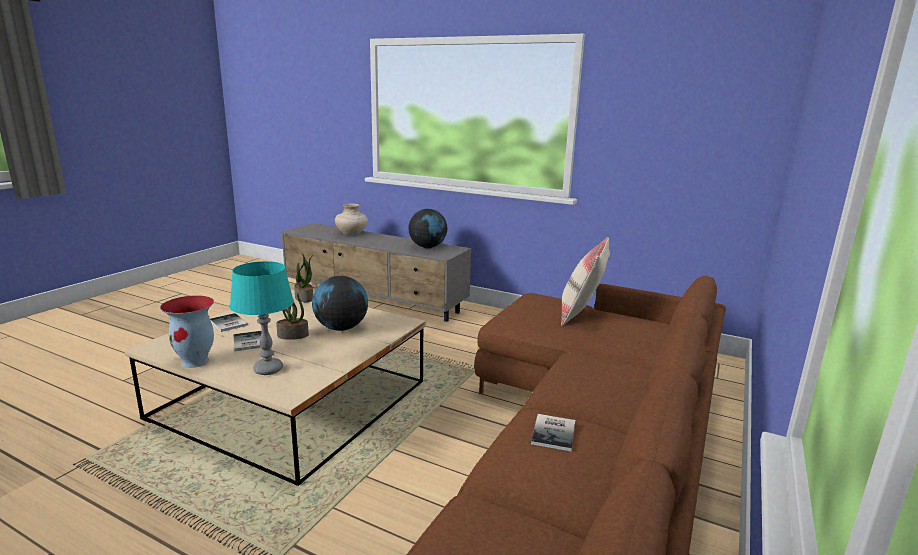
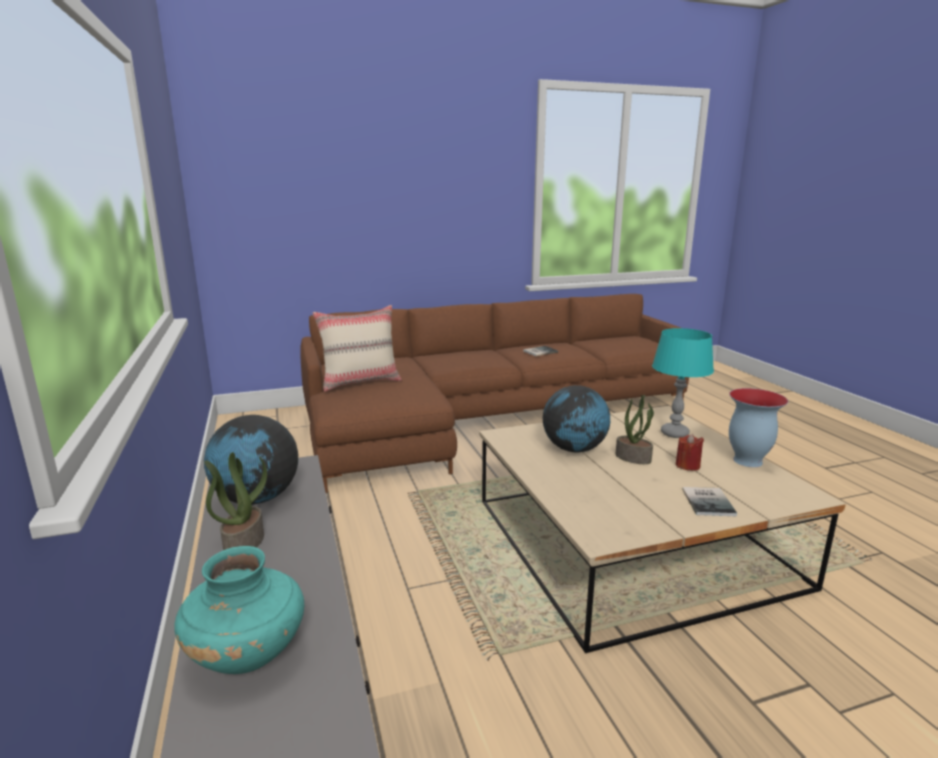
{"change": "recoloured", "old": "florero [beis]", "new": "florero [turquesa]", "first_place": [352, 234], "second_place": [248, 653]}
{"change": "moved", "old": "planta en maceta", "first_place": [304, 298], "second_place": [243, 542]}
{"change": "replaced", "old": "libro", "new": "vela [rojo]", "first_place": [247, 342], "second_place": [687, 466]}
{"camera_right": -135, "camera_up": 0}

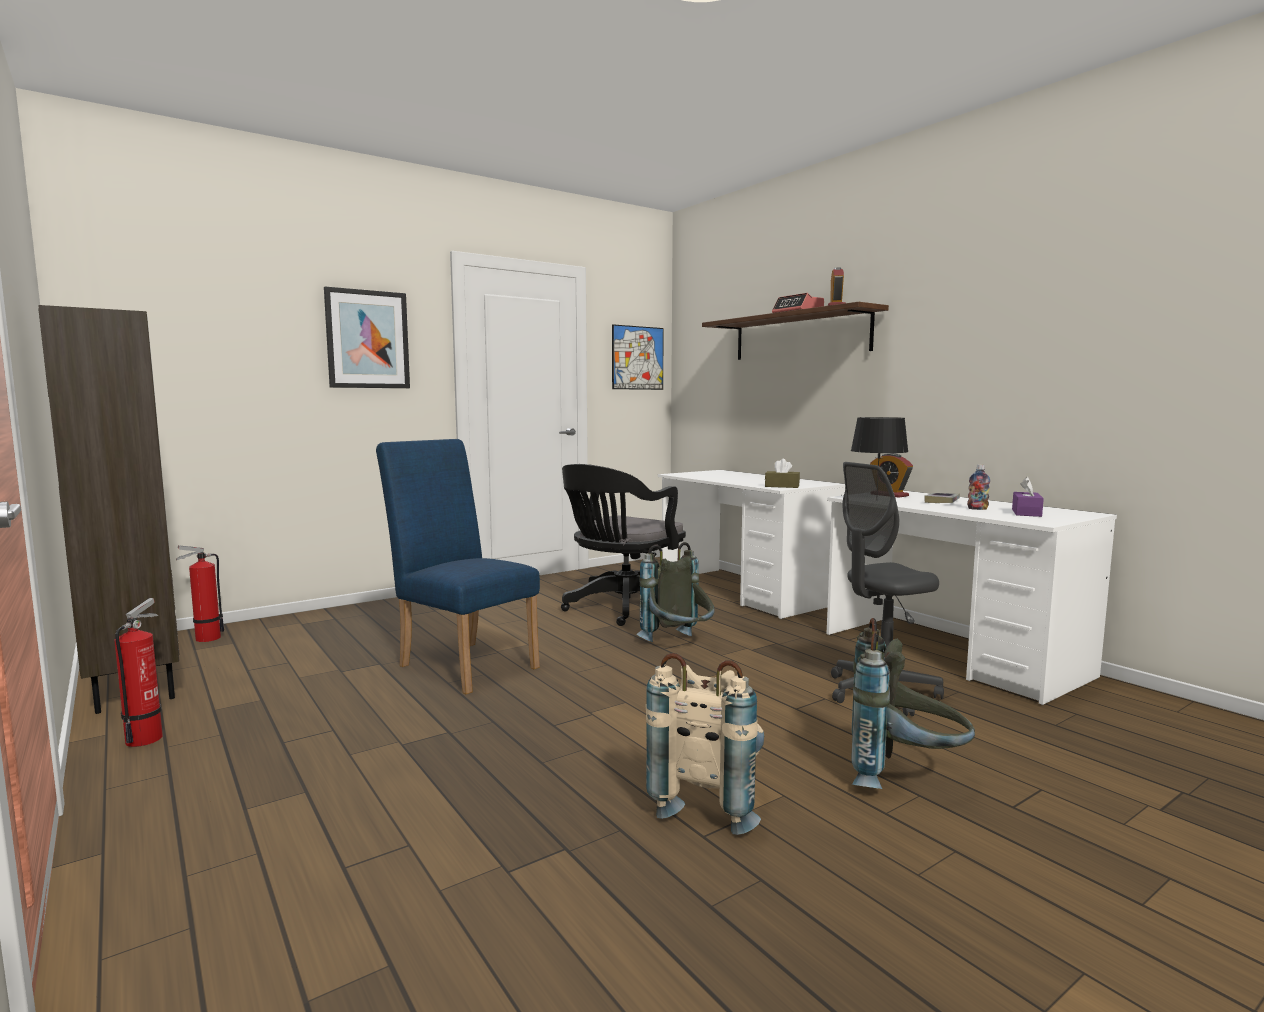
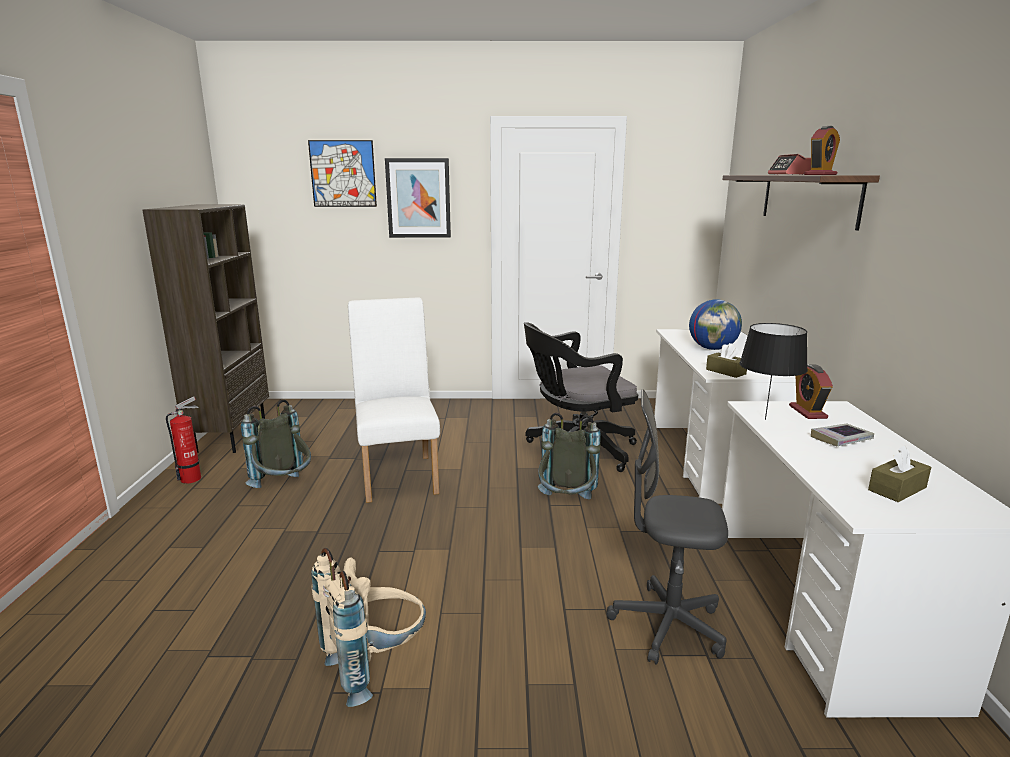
{"change": "moved", "old": "mochila [gris]", "first_place": [903, 777], "second_place": [284, 488]}
{"change": "moved", "old": "cuadro", "first_place": [637, 358], "second_place": [343, 174]}
{"change": "recoloured", "old": "silla [azul]", "new": "silla [blanco]", "first_place": [463, 663], "second_place": [399, 474]}
{"change": "added", "new": "globo terráqueo", "second_place": [712, 348]}
{"change": "recoloured", "old": "caja de pañuelos [morado]", "new": "caja de pañuelos [marrón]", "first_place": [1026, 513], "second_place": [897, 489]}
{"change": "removed", "old": "extintor", "first_place": [204, 639]}
{"change": "removed", "old": "botella", "first_place": [977, 509]}
{"camera_right": 35, "camera_up": 10}

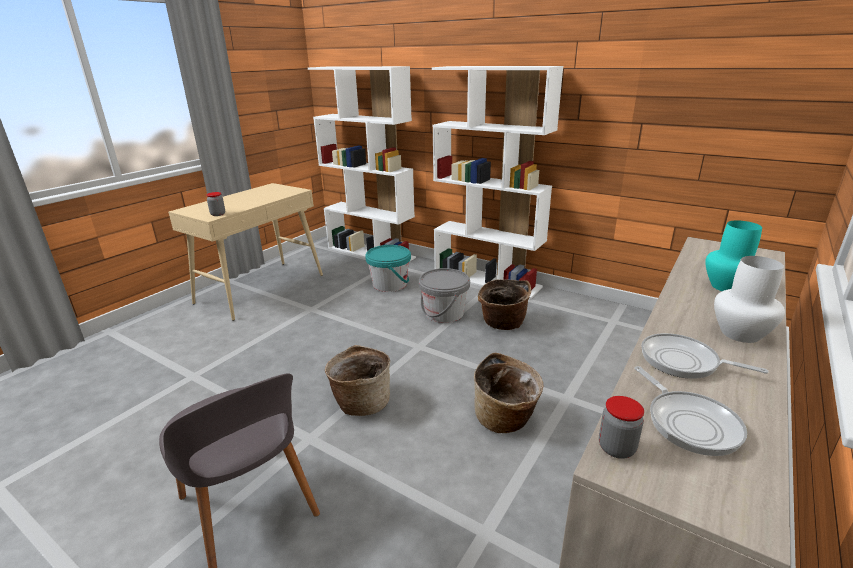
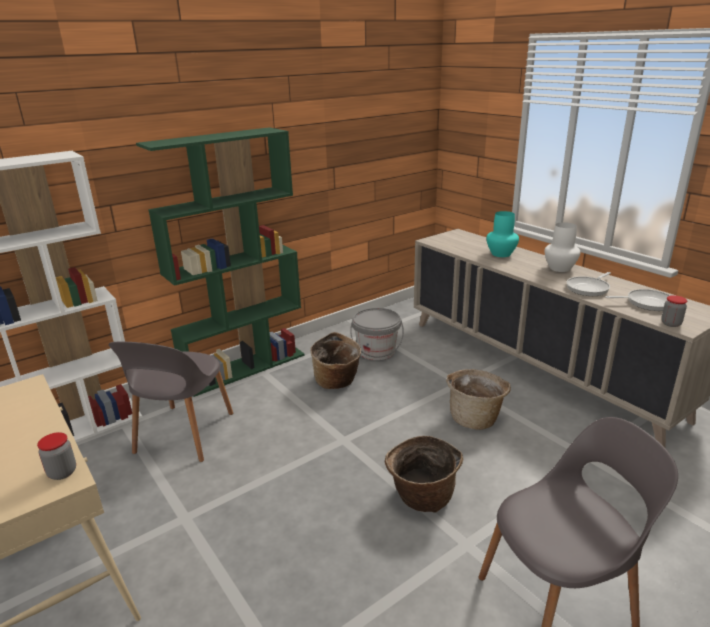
{"change": "replaced", "old": "cubo [turquesa]", "new": "silla [gris]", "first_place": [390, 284], "second_place": [183, 434]}
{"change": "recoloured", "old": "estantería [blanco]", "new": "estantería [verde]", "first_place": [487, 280], "second_place": [244, 367]}
{"change": "moved", "old": "cubo [gris]", "first_place": [444, 313], "second_place": [376, 351]}
{"camera_right": -70, "camera_up": 0}

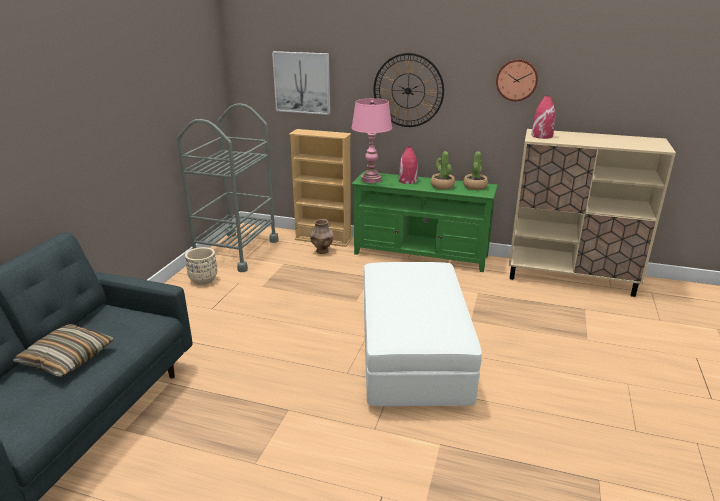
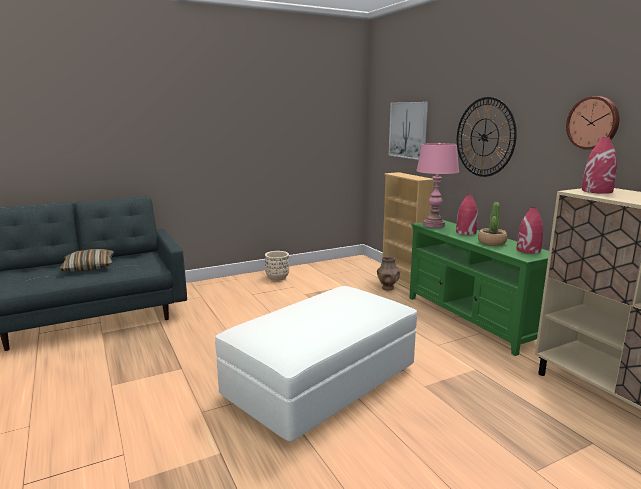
{"change": "replaced", "old": "planta en maceta", "new": "florero [rojo]", "first_place": [475, 187], "second_place": [528, 250]}
{"change": "removed", "old": "carrito [gris]", "first_place": [236, 251]}
{"camera_right": 45, "camera_up": -10}

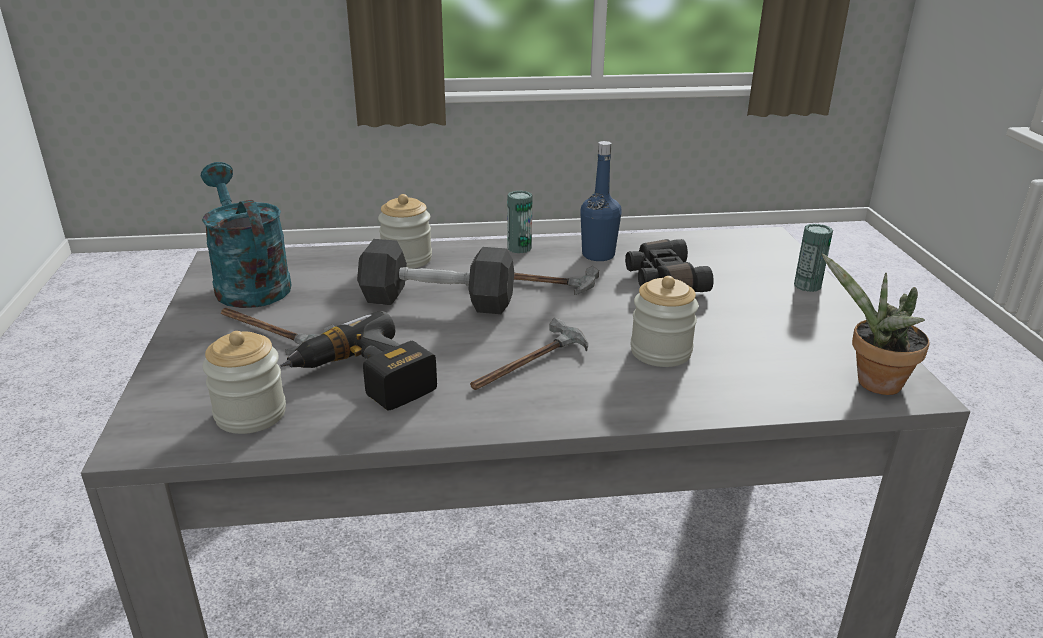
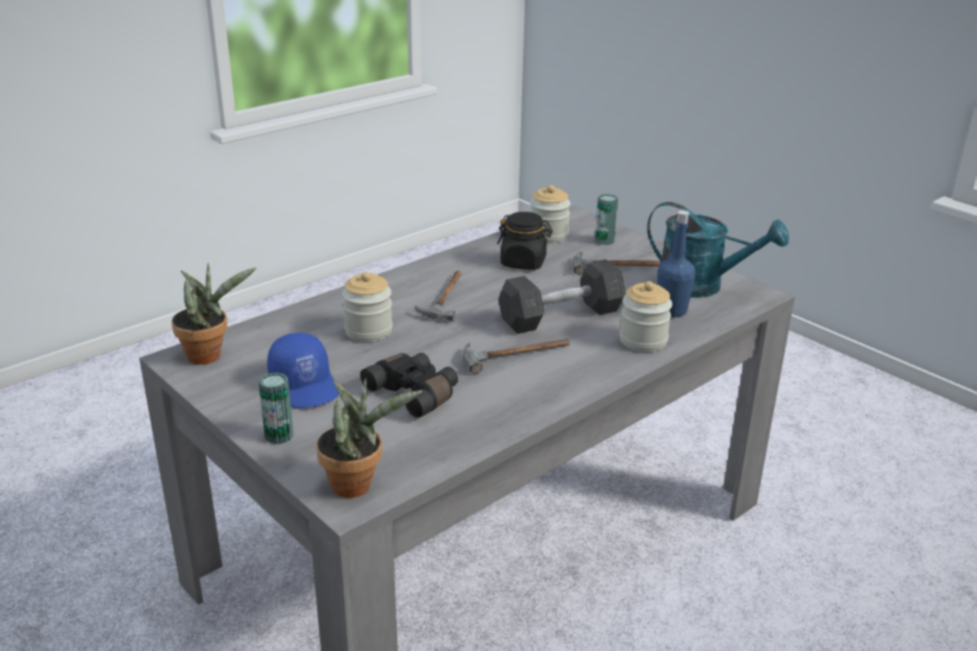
{"change": "added", "new": "gorra [azul]", "second_place": [305, 386]}
{"change": "added", "new": "planta en maceta", "second_place": [358, 484]}
{"change": "replaced", "old": "taladro", "new": "tarro [negro]", "first_place": [363, 380], "second_place": [523, 262]}
{"change": "moved", "old": "lata", "first_place": [519, 248], "second_place": [604, 241]}
{"change": "moved", "old": "botella [azul]", "first_place": [598, 255], "second_place": [671, 311]}
{"camera_right": 145, "camera_up": 0}

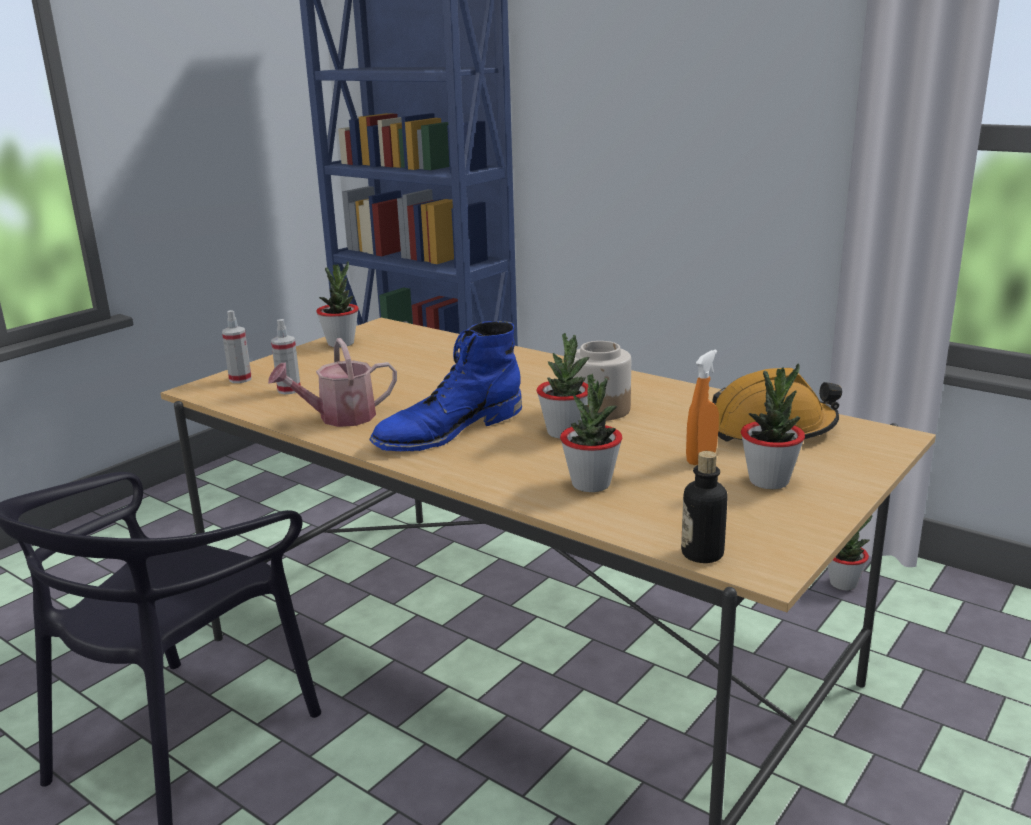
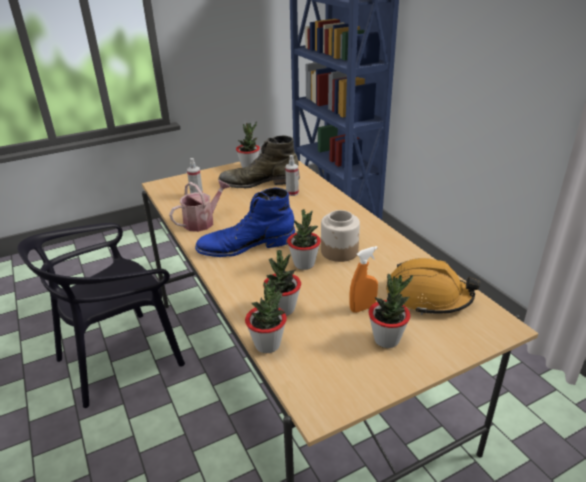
{"change": "turned", "old": "regadera", "first_place": [339, 418], "second_place": [202, 222], "degrees": 135}
{"change": "added", "new": "bota [verde]", "second_place": [259, 182]}
{"change": "moved", "old": "planta en maceta", "first_place": [843, 583], "second_place": [267, 344]}
{"change": "moved", "old": "pulverizador", "first_place": [240, 379], "second_place": [292, 193]}
{"change": "removed", "old": "botella", "first_place": [702, 554]}
{"camera_right": 25, "camera_up": 10}

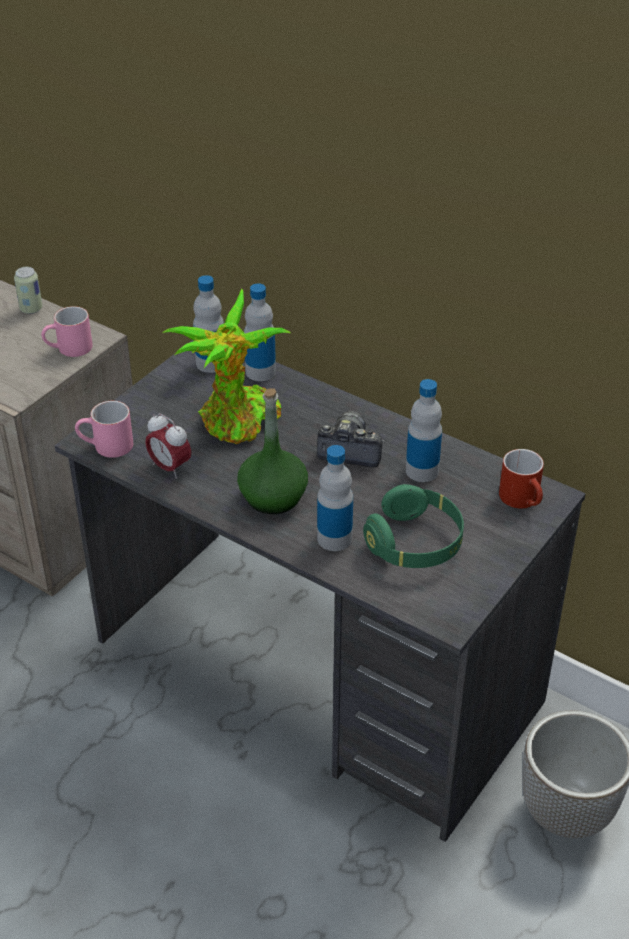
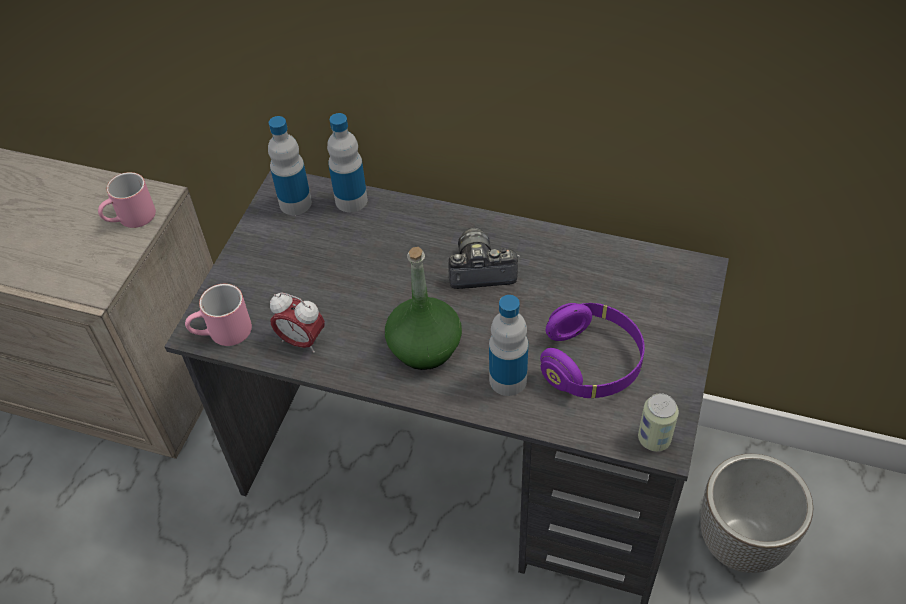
{"change": "recoloured", "old": "auriculares [verde]", "new": "auriculares [morado]", "first_place": [415, 544], "second_place": [591, 363]}
{"change": "moved", "old": "lata", "first_place": [31, 309], "second_place": [654, 439]}
{"change": "removed", "old": "planta en maceta", "first_place": [237, 423]}
{"change": "removed", "old": "botella", "first_place": [422, 471]}
{"change": "removed", "old": "taza grande [rojo]", "first_place": [524, 500]}
{"camera_right": -15, "camera_up": 10}

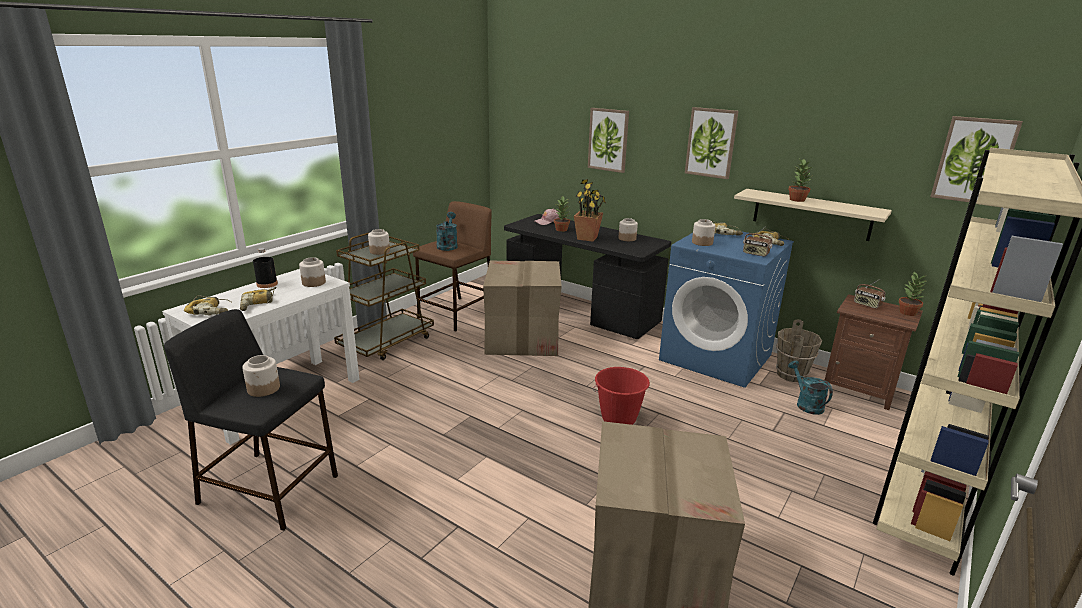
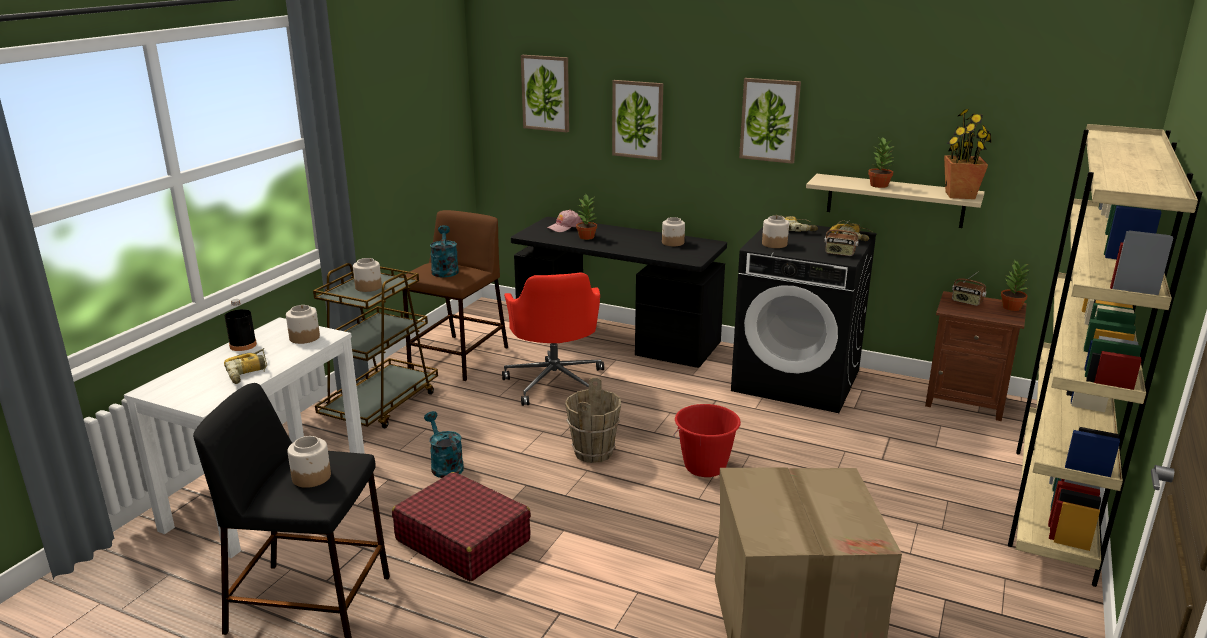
{"change": "added", "new": "maleta [rojo]", "second_place": [463, 540]}
{"change": "moved", "old": "regadera [turquesa]", "first_place": [806, 404], "second_place": [444, 465]}
{"change": "replaced", "old": "caja de cartón", "new": "silla de oficina [rojo]", "first_place": [522, 339], "second_place": [555, 382]}
{"change": "moved", "old": "cuadro", "first_place": [974, 160], "second_place": [546, 93]}
{"change": "moved", "old": "cubo [marrón]", "first_place": [792, 375], "second_place": [594, 452]}
{"change": "recoloured", "old": "lavadora [azul]", "new": "lavadora [negro]", "first_place": [716, 357], "second_place": [797, 380]}
{"change": "moved", "old": "planta en maceta", "first_place": [587, 238], "second_place": [959, 195]}
{"change": "removed", "old": "taladro", "first_place": [211, 310]}
{"camera_right": -10, "camera_up": 0}

